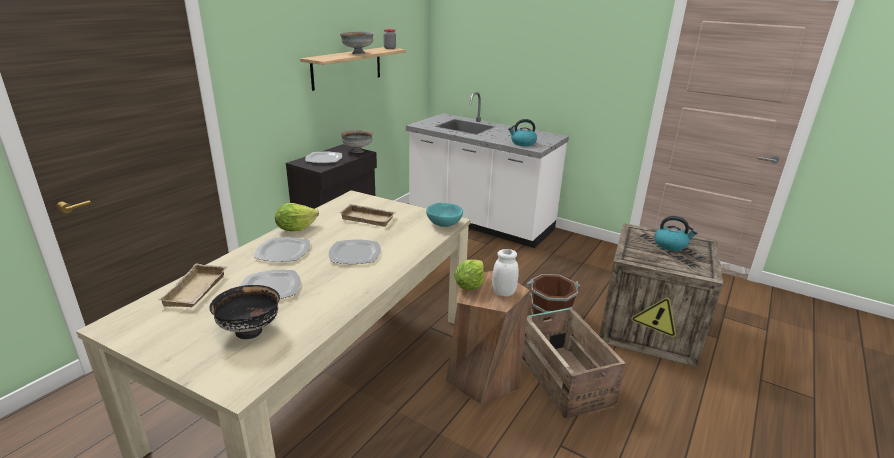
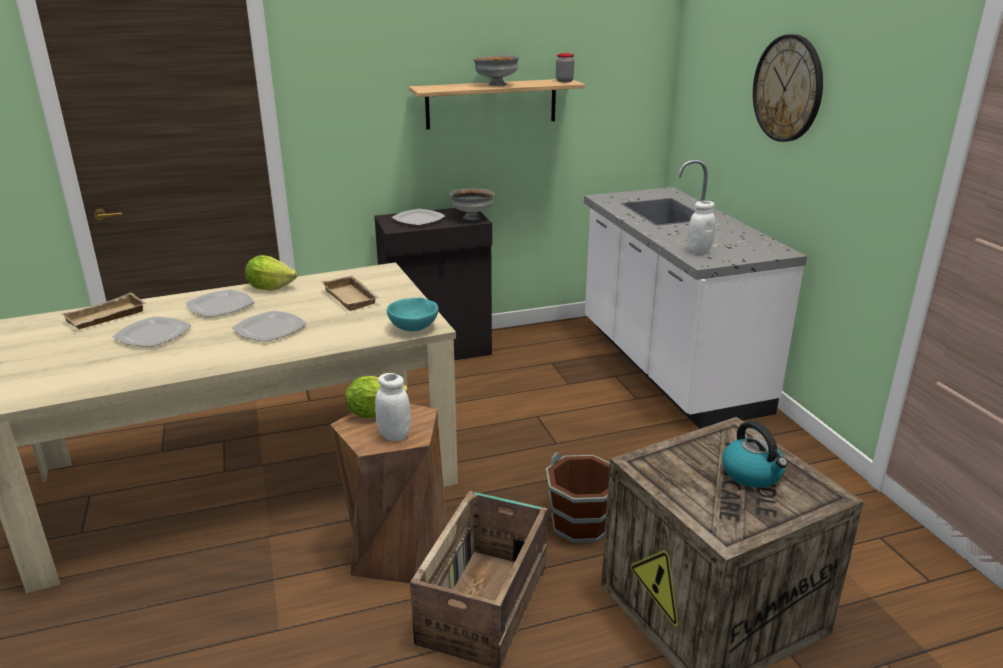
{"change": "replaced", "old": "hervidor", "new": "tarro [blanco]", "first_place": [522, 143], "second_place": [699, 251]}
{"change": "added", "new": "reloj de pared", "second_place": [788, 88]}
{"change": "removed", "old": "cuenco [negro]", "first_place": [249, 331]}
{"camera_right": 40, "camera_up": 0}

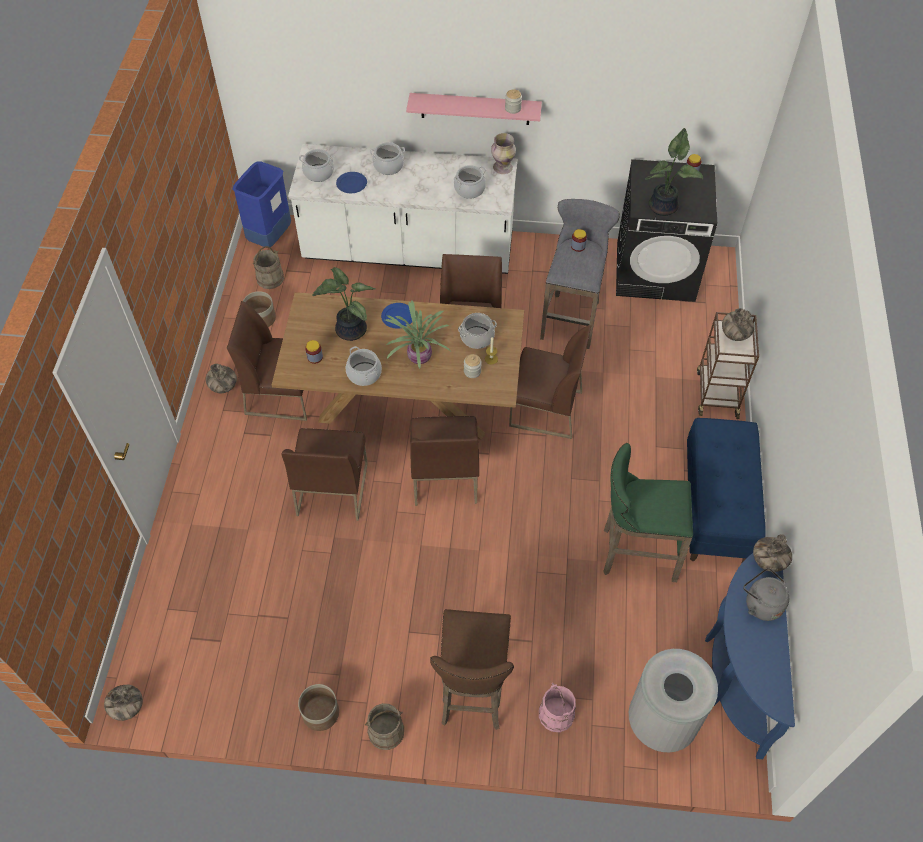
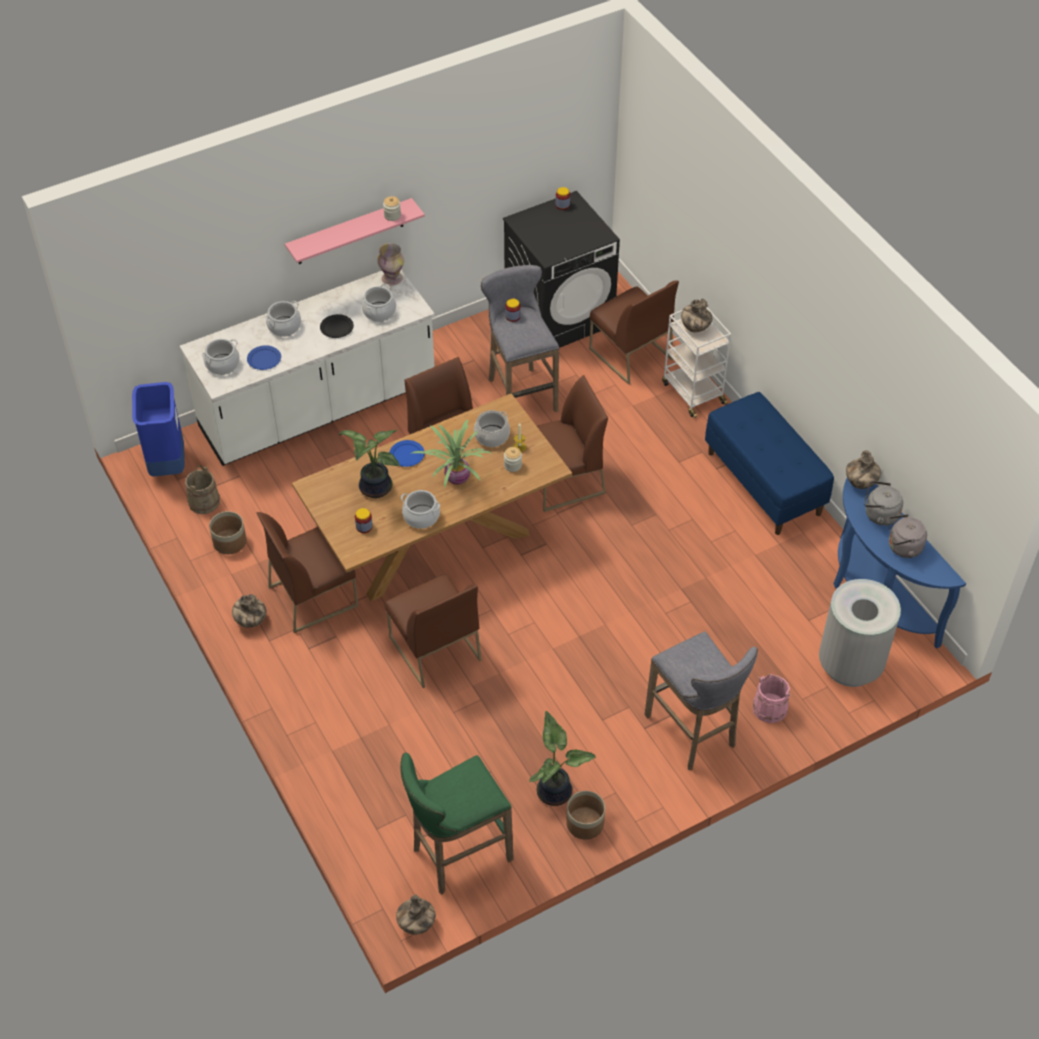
{"change": "added", "new": "plato [negro]", "second_place": [337, 327]}
{"change": "moved", "old": "taburete [verde]", "first_place": [635, 553], "second_place": [457, 856]}
{"change": "moved", "old": "planta en maceta", "first_place": [664, 206], "second_place": [555, 790]}
{"change": "moved", "old": "silla [marrón]", "first_place": [444, 475], "second_place": [630, 354]}
{"change": "recoloured", "old": "taburete [marrón]", "new": "taburete [gris]", "first_place": [473, 694], "second_place": [694, 733]}
{"change": "recoloured", "old": "carrito [marrón]", "new": "carrito [blanco]", "first_place": [717, 393], "second_place": [692, 392]}
{"change": "added", "new": "hervidor [gris]", "second_place": [902, 547]}
{"change": "removed", "old": "cubo [beis]", "first_place": [386, 732]}
{"camera_right": -35, "camera_up": -5}

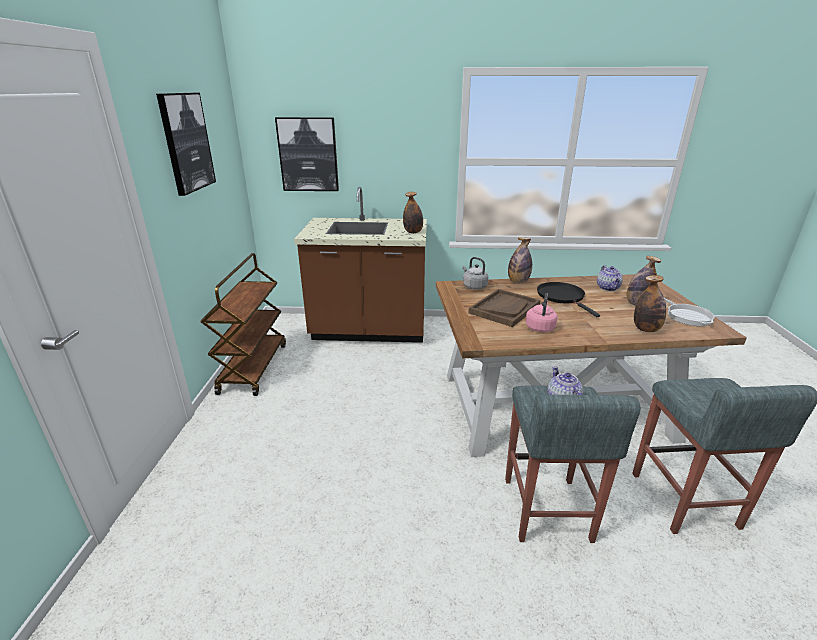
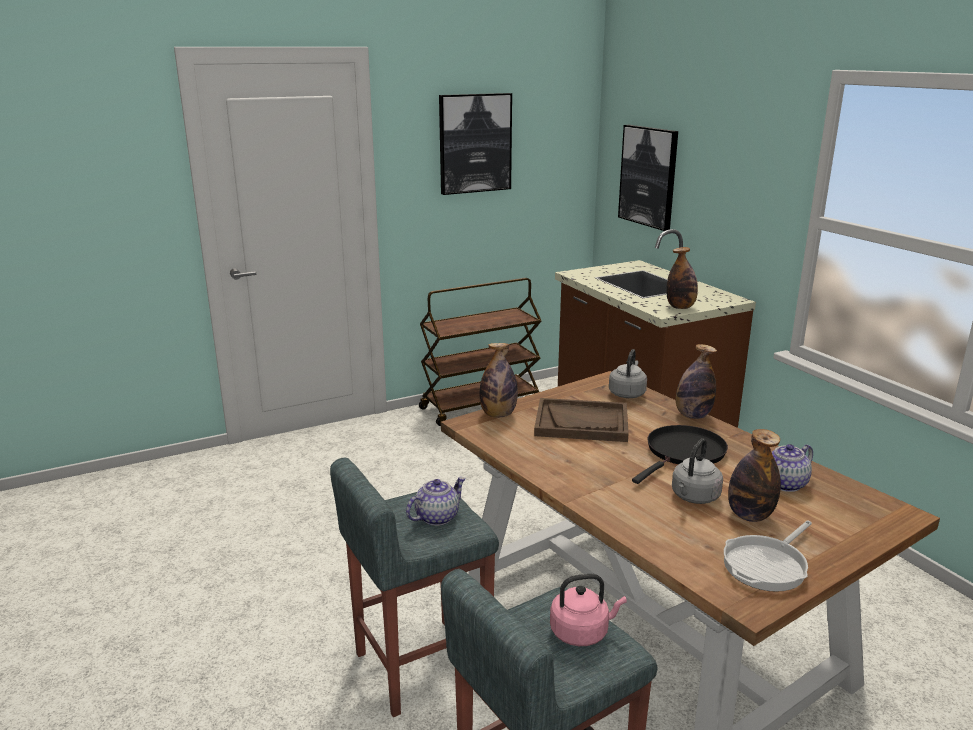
{"change": "moved", "old": "botella", "first_place": [646, 329], "second_place": [498, 414]}
{"change": "moved", "old": "hervidor [rosa]", "first_place": [540, 327], "second_place": [582, 632]}
{"change": "added", "new": "hervidor [gris]", "second_place": [694, 497]}
{"camera_right": 60, "camera_up": -5}

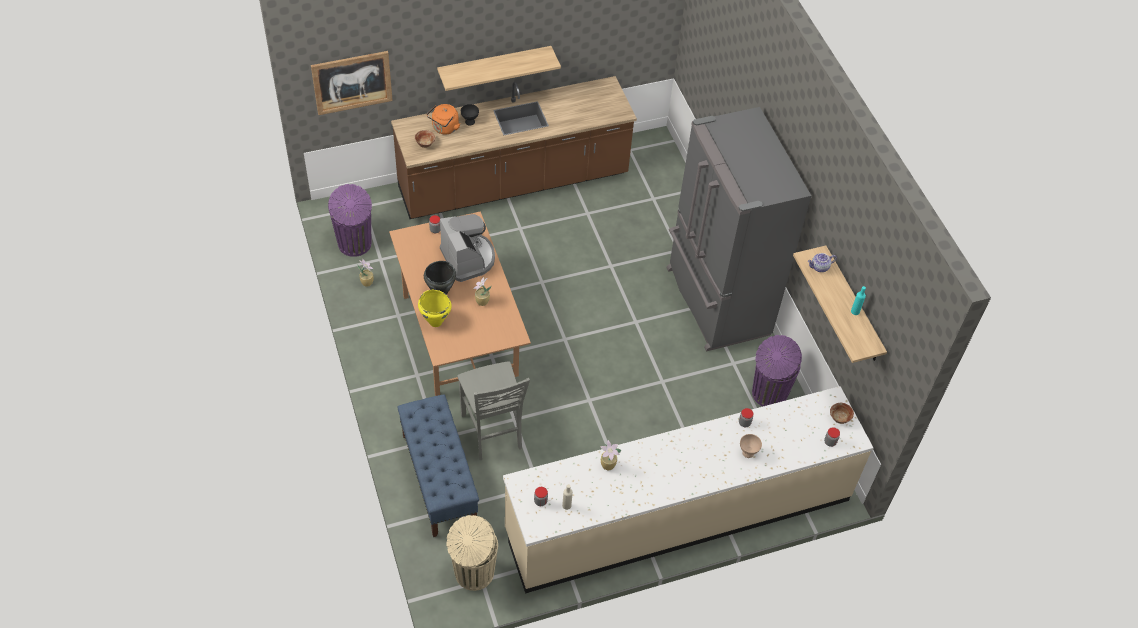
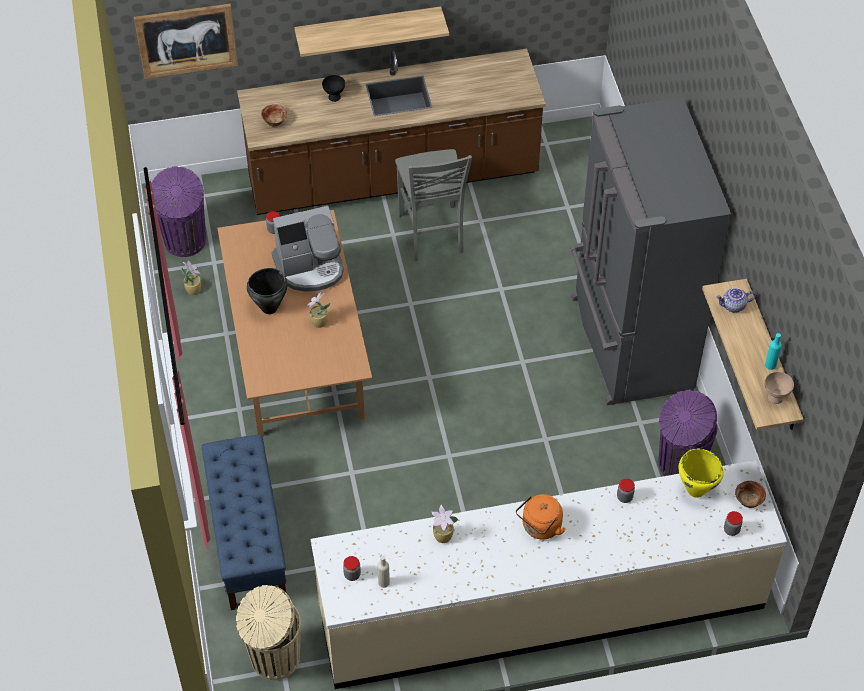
{"change": "turned", "old": "cafetera", "first_place": [468, 258], "second_place": [310, 267], "degrees": 90}
{"change": "moved", "old": "silla [gris]", "first_place": [492, 432], "second_place": [432, 234]}
{"change": "moved", "old": "hervidor [naranja]", "first_place": [444, 128], "second_place": [540, 528]}
{"change": "moved", "old": "olla [amarillo]", "first_place": [435, 321], "second_place": [696, 490]}
{"change": "moved", "old": "cuenco [beis]", "first_place": [747, 452], "second_place": [775, 397]}
{"camera_right": 10, "camera_up": 0}

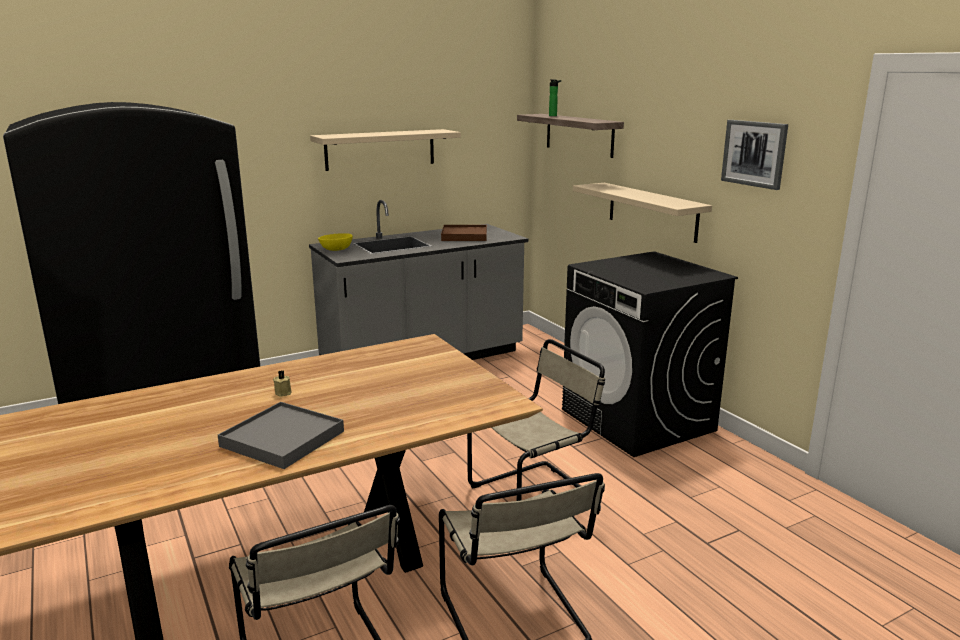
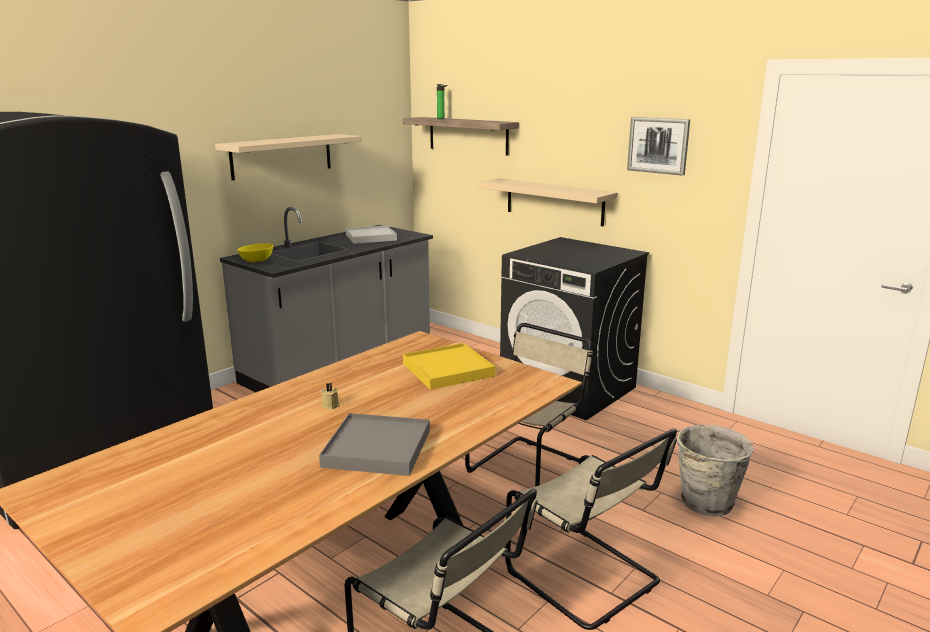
{"change": "recoloured", "old": "bandeja [marrón]", "new": "bandeja [blanco]", "first_place": [464, 236], "second_place": [370, 237]}
{"change": "added", "new": "bandeja [amarillo]", "second_place": [448, 369]}
{"change": "added", "new": "cubo [gris]", "second_place": [705, 503]}
{"camera_right": -20, "camera_up": 0}

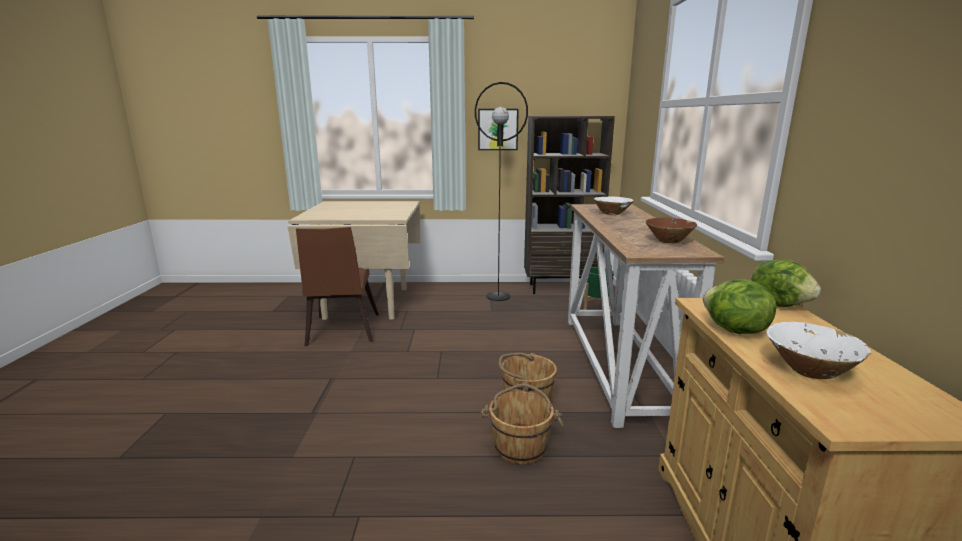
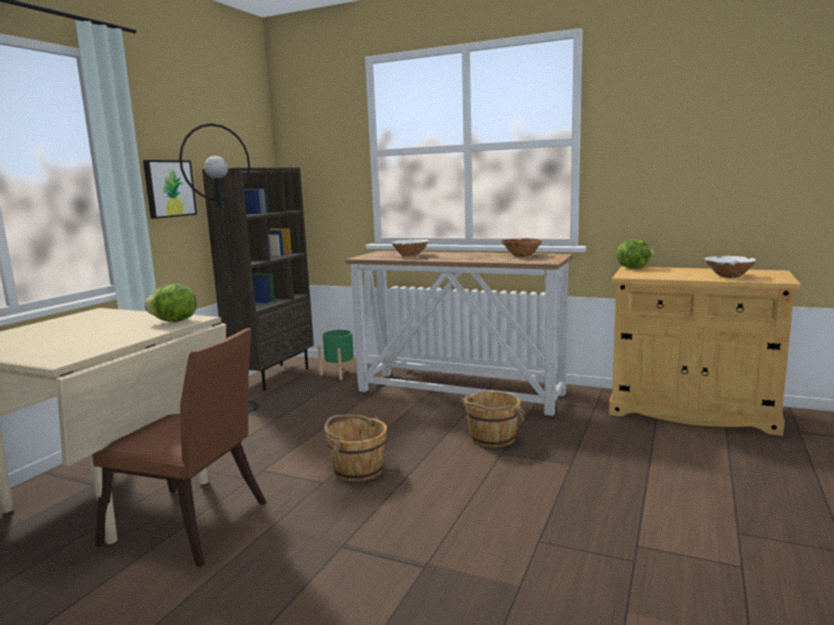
{"change": "moved", "old": "lechuga", "first_place": [733, 330], "second_place": [174, 322]}
{"change": "moved", "old": "cubo [marrón]", "first_place": [520, 446], "second_place": [358, 469]}
{"camera_right": -65, "camera_up": -5}

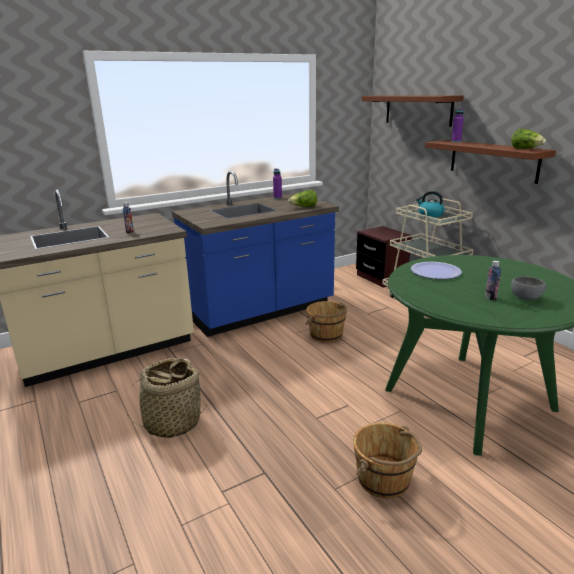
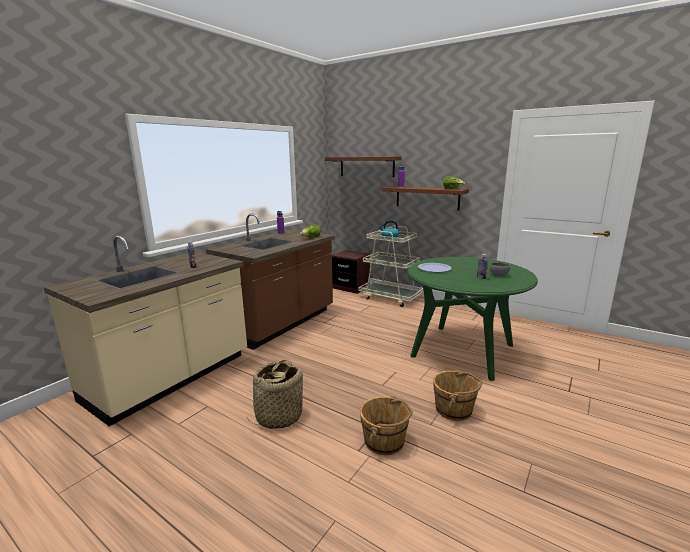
{"change": "recoloured", "old": "mueble bajo de cocina [azul]", "new": "mueble bajo de cocina [marrón]", "first_place": [260, 310], "second_place": [280, 323]}
{"change": "moved", "old": "cubo [marrón]", "first_place": [326, 335], "second_place": [385, 441]}
{"camera_right": -25, "camera_up": -5}

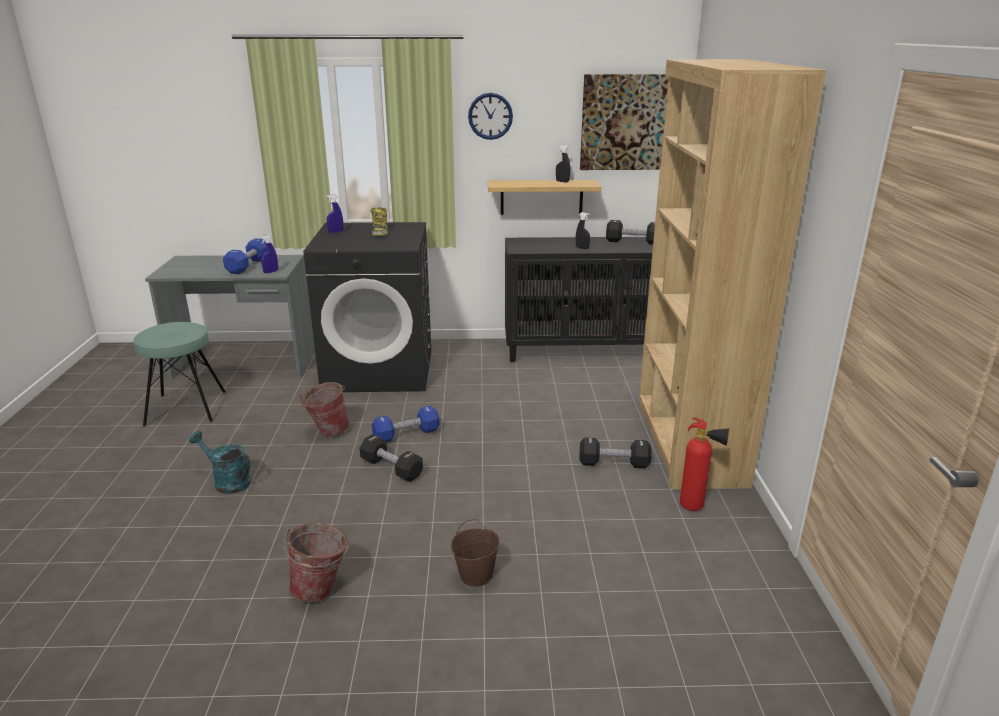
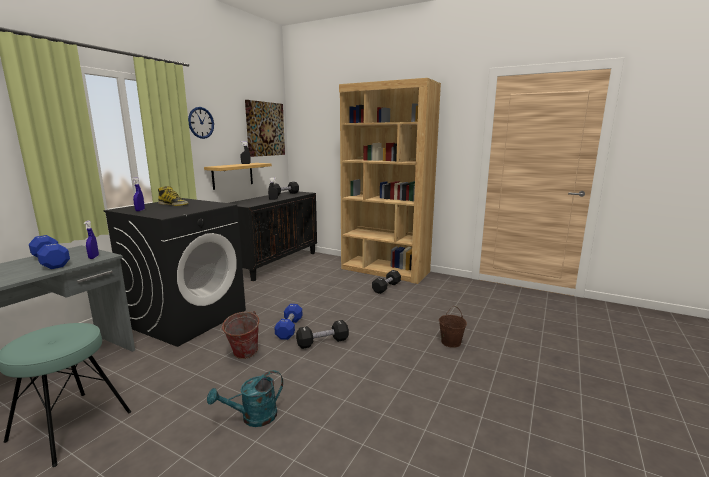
{"change": "removed", "old": "cubo", "first_place": [322, 590]}
{"change": "removed", "old": "extintor", "first_place": [697, 507]}
{"camera_right": -60, "camera_up": -10}

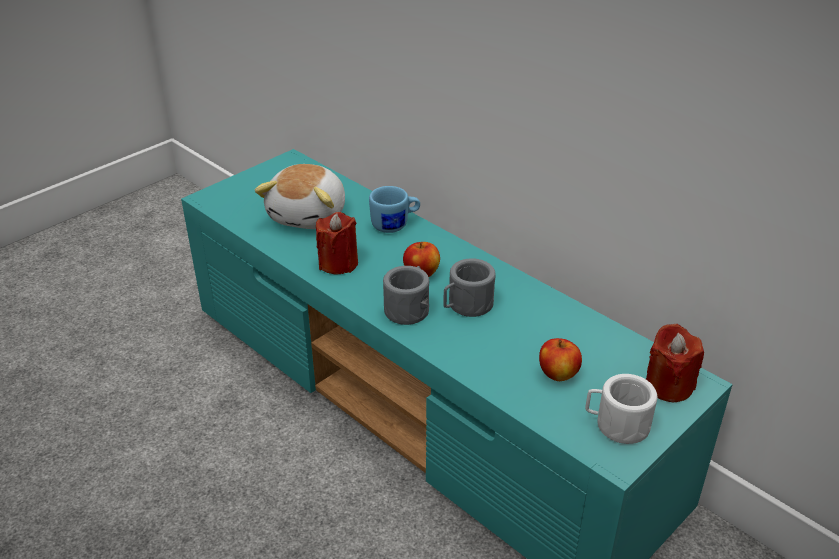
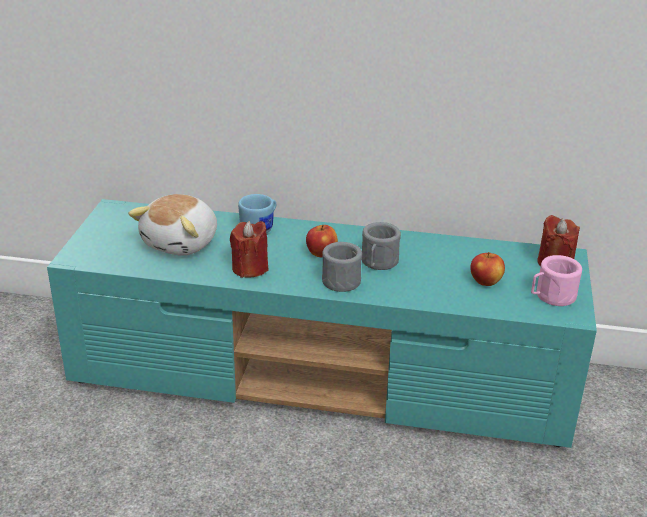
{"change": "turned", "old": "peluche", "first_place": [309, 215], "second_place": [182, 243], "degrees": 45}
{"change": "recoloured", "old": "taza grande [blanco]", "new": "taza grande [rosa]", "first_place": [616, 424], "second_place": [551, 296]}
{"camera_right": -35, "camera_up": -5}

